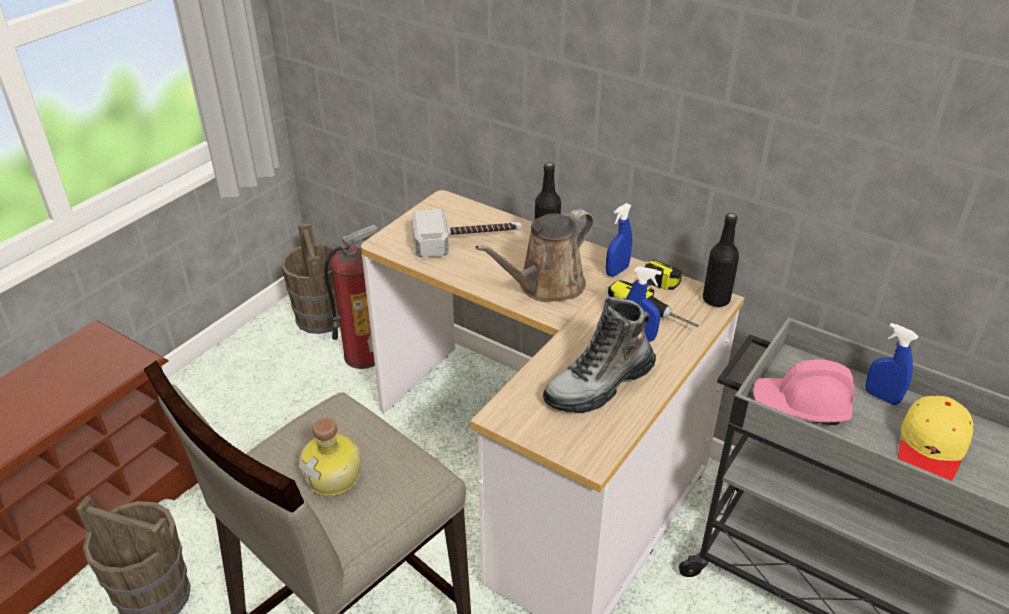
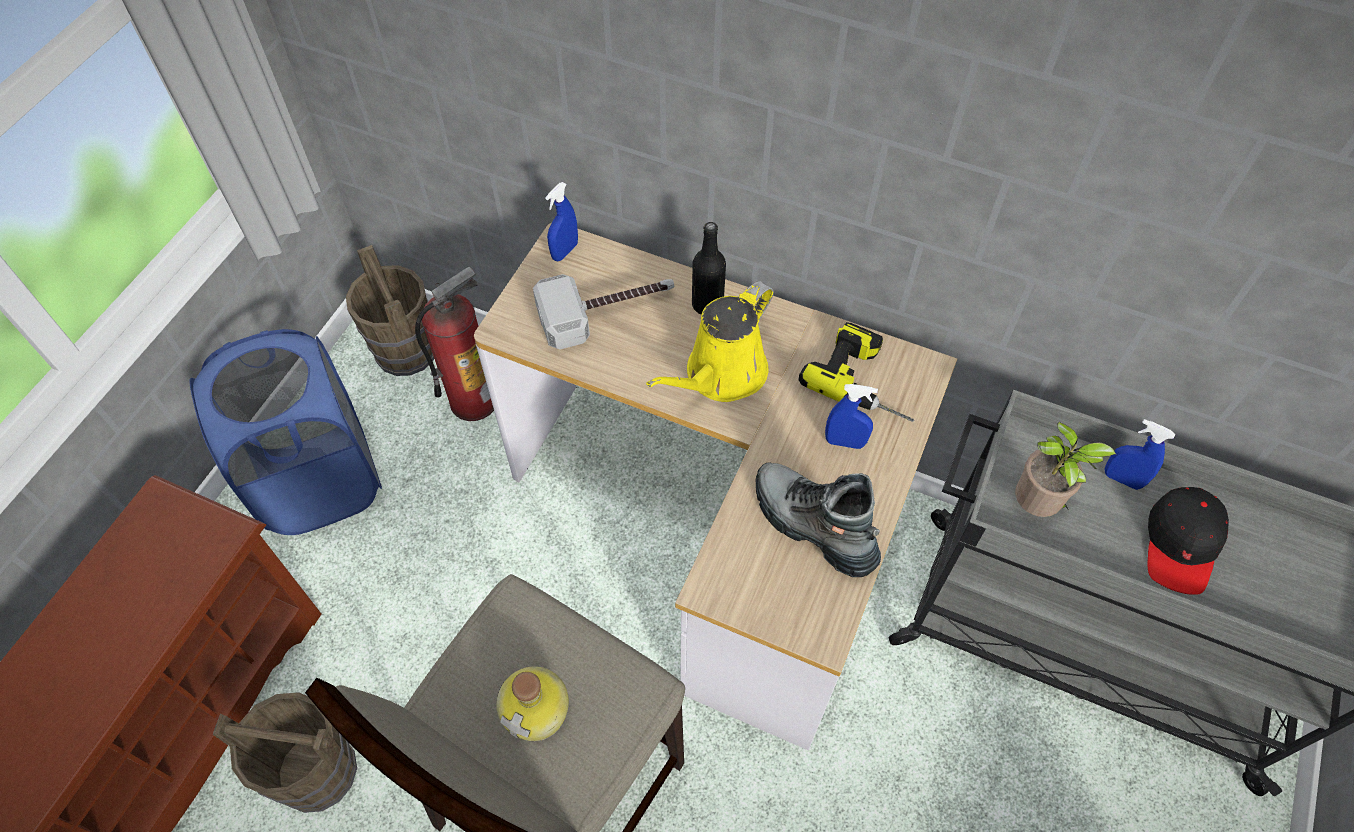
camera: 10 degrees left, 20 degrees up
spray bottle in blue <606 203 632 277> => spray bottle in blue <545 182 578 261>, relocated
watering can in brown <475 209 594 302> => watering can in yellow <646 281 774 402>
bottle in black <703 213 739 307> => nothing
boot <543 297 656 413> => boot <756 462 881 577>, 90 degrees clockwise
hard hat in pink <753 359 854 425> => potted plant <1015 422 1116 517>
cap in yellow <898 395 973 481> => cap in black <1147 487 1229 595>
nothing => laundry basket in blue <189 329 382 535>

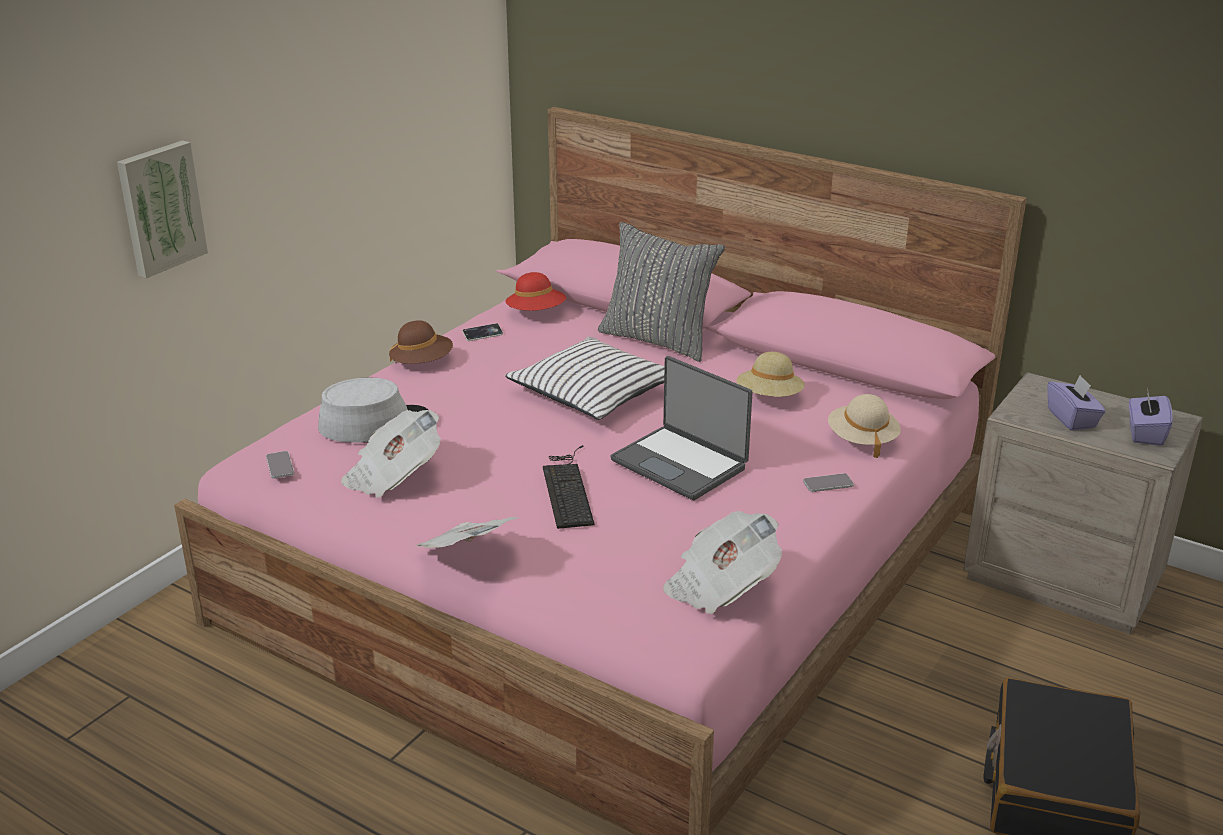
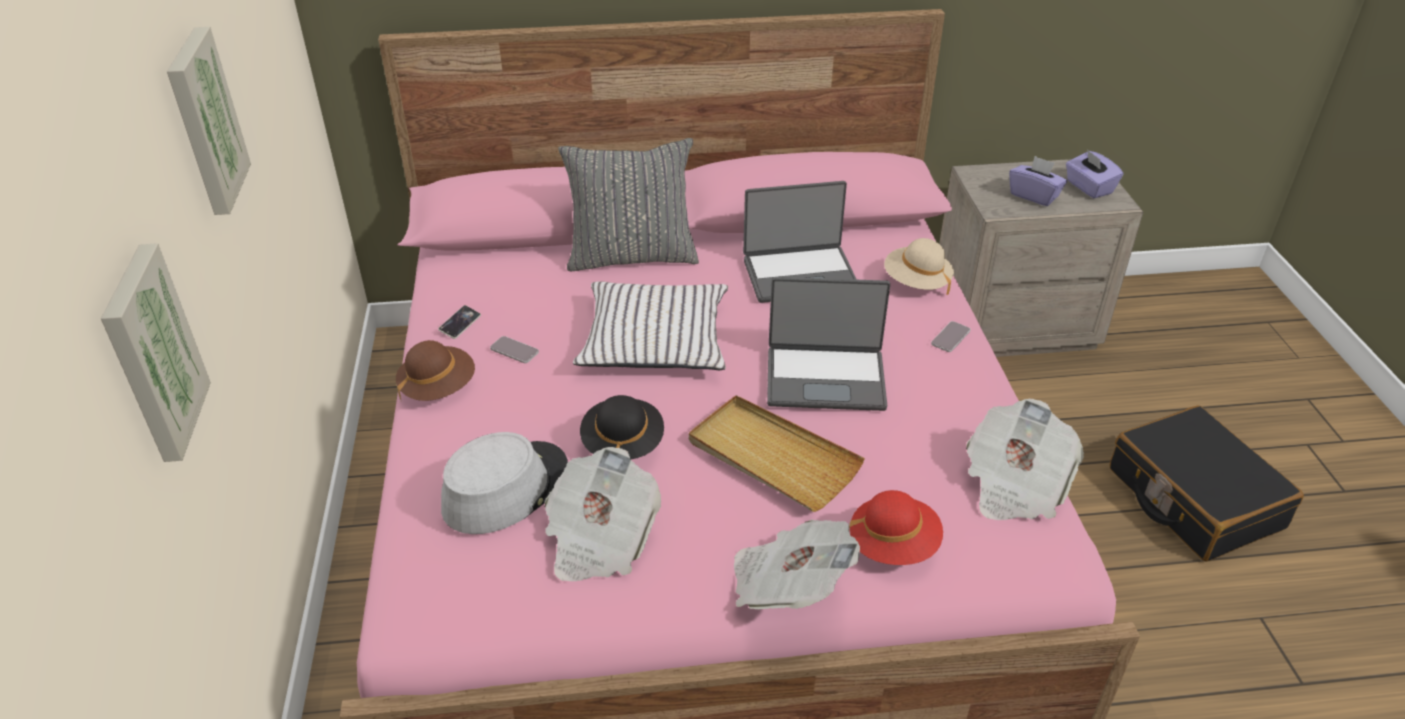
camera: 40 degrees left, 10 degrees up
hat in red <506 272 566 311> => hat in red <849 490 943 565>, relocated
hat in beige <737 352 805 397> => laptop <743 181 857 303>
keyboard <543 445 595 529> => tray in beige <689 395 865 512>
phone <266 451 294 479> => phone <490 336 539 363>, relocated
nothing => picture <167 27 251 215>
nothing => hat in black <580 395 664 459>

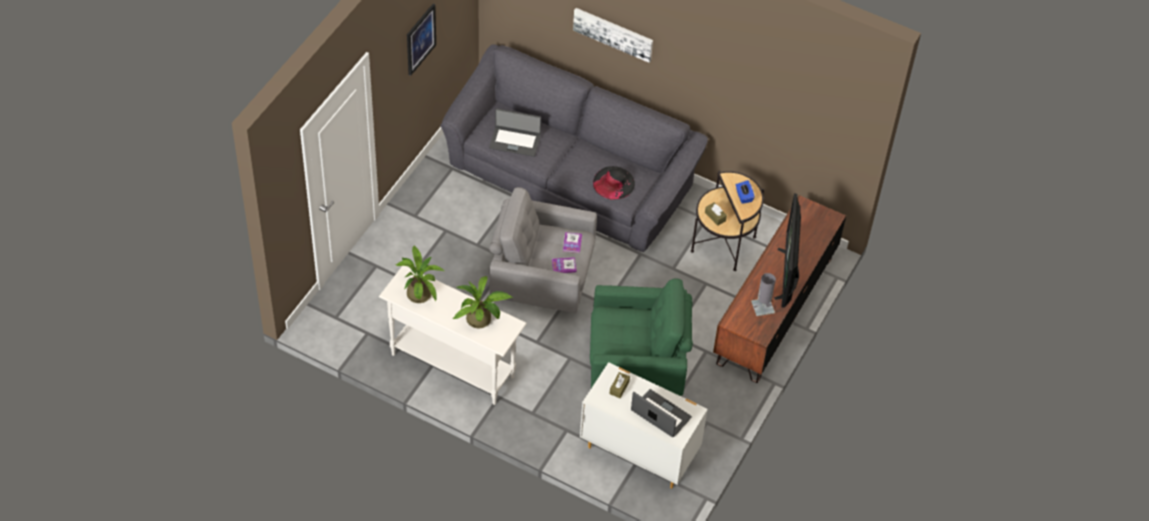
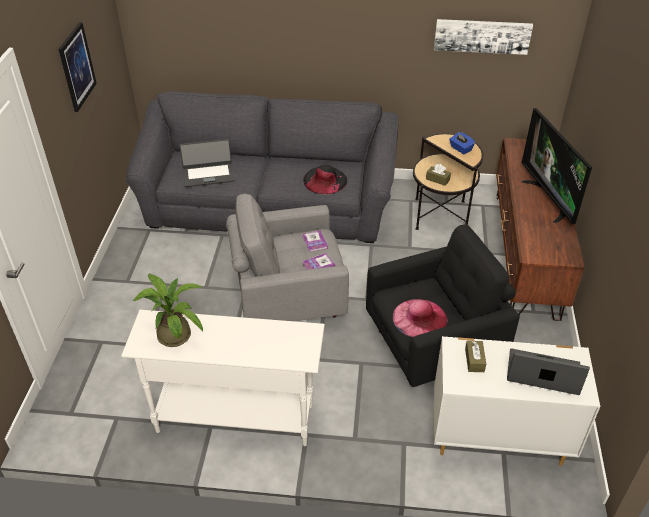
camera: 20 degrees left, 10 degrees down
picture <573 8 653 63> => picture <434 19 533 55>, relocated
table lamp in grey <751 273 776 316> => nothing
potted plant <452 276 513 328> => nothing
armchair in green <590 278 693 396> => armchair in black <366 224 520 387>
nothing => hat in pink <393 299 448 338>

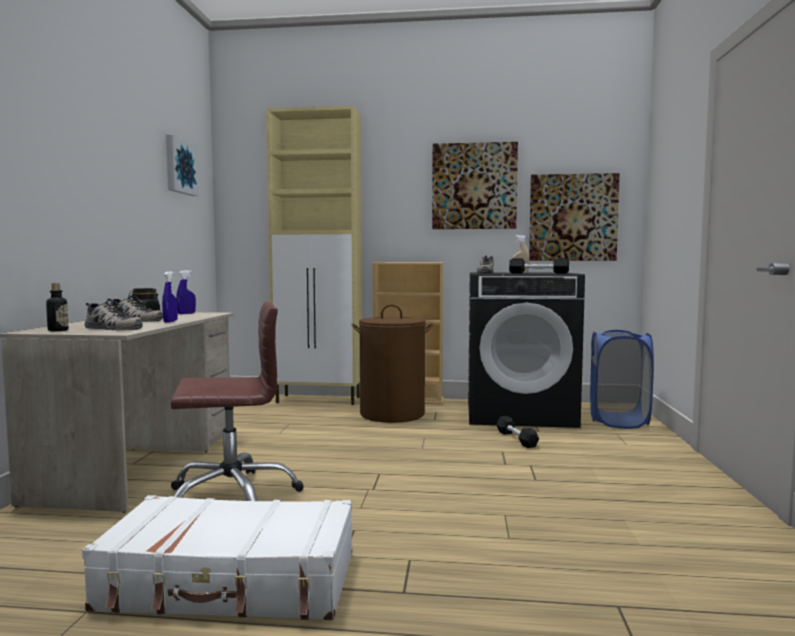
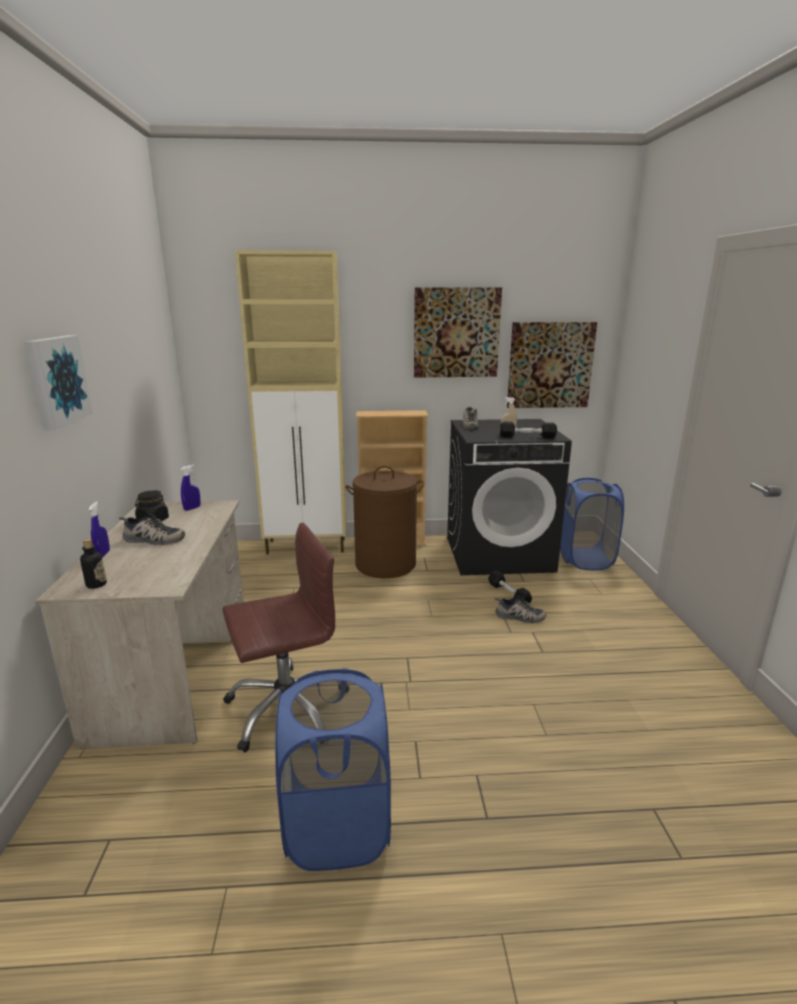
camera: 10 degrees left, 15 degrees up
picture <166 135 199 196> => picture <24 335 93 431>, relocated
spray bottle in blue <162 271 178 323> => spray bottle in blue <89 501 110 558>, relocated
shoe <85 301 142 330> => shoe <495 596 546 623>, relocated
suitcase in white <82 495 352 620> => laundry basket in blue <275 668 391 871>

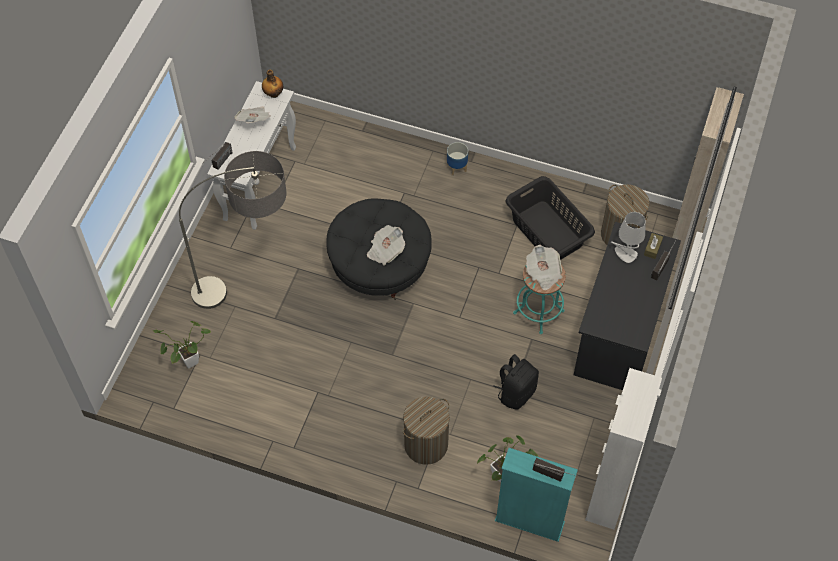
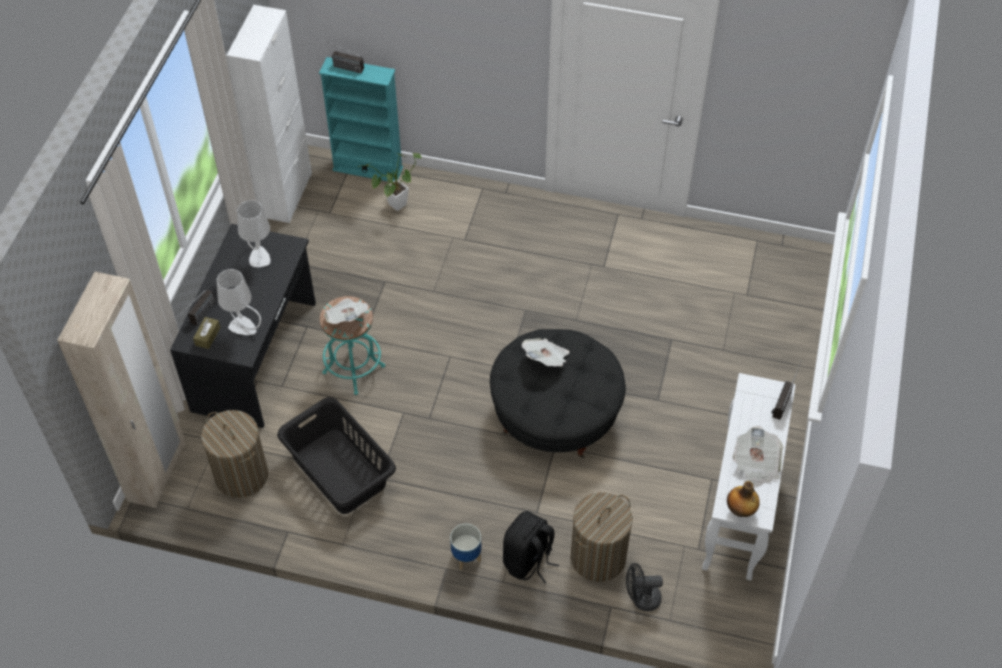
camera: 175 degrees right, 5 degrees down
floor lamp <179 151 287 309> => nothing
potted plant <152 321 211 368> => nothing
backpack in black <493 354 539 410> => backpack in black <503 511 559 584>, relocated
laundry basket <403 396 450 465> => laundry basket <571 492 633 582>, relocated
nothing => table lamp in grey <237 200 271 267>
nothing => fan in black <626 563 663 611>

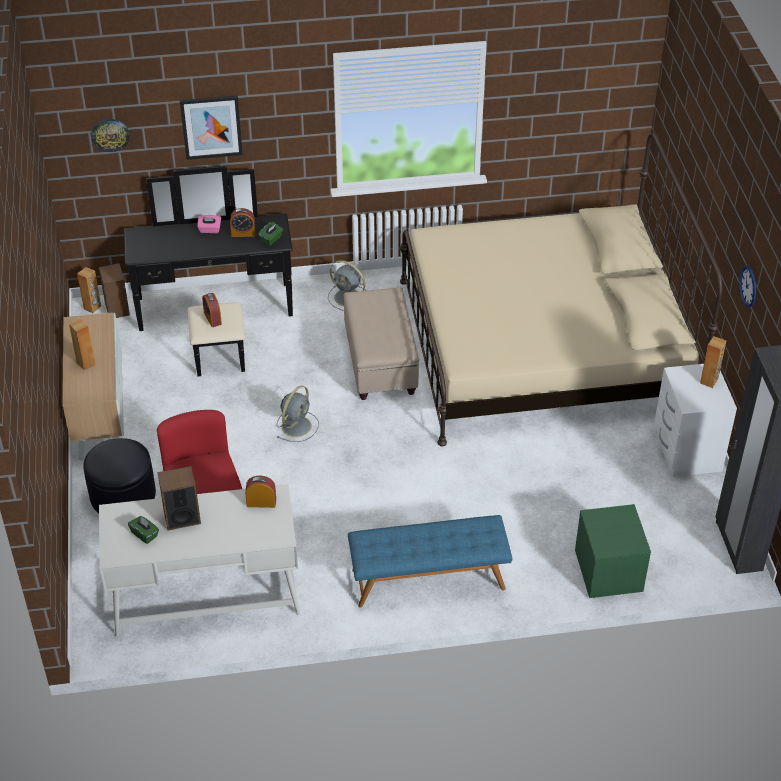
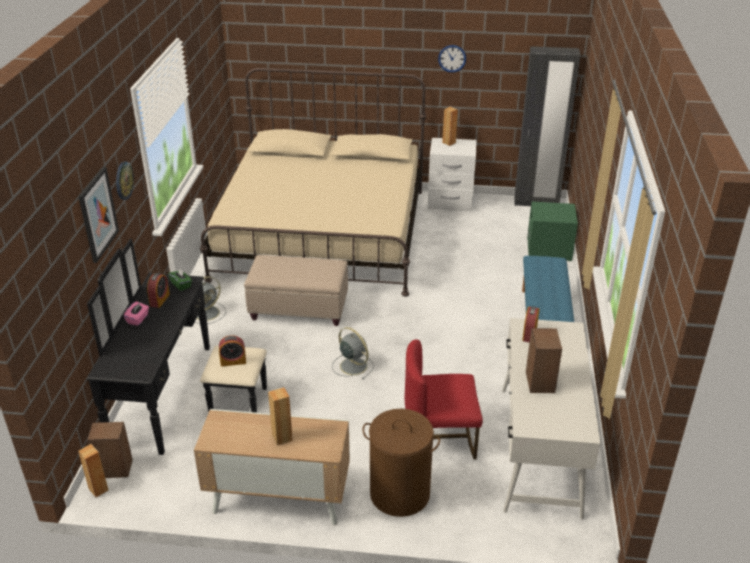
camera: 75 degrees left, 10 degrees down
wall clock <91 119 130 152> => wall clock <116 162 134 200>, relocated
ottoman in black <83 438 156 513> => laundry basket in brown <362 409 440 517>
tissue box in green <128 516 159 544> => nothing

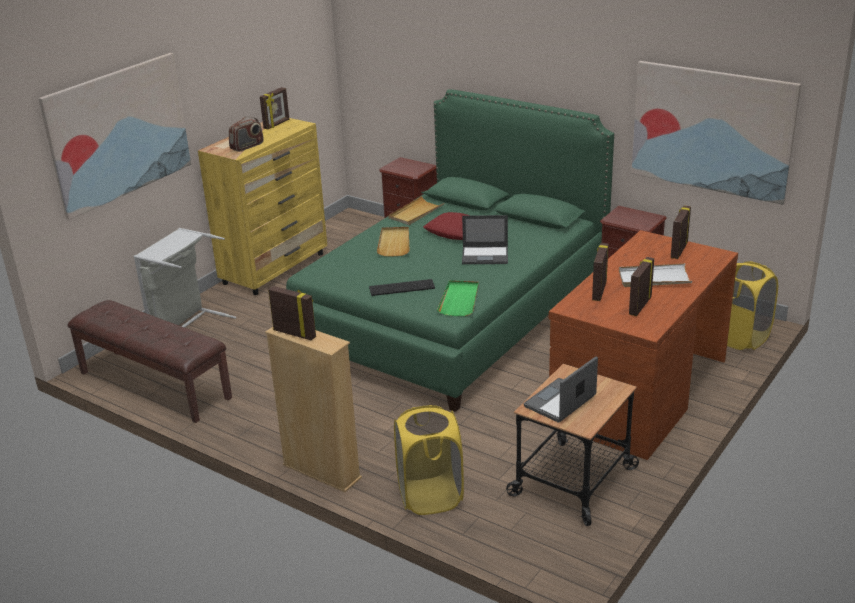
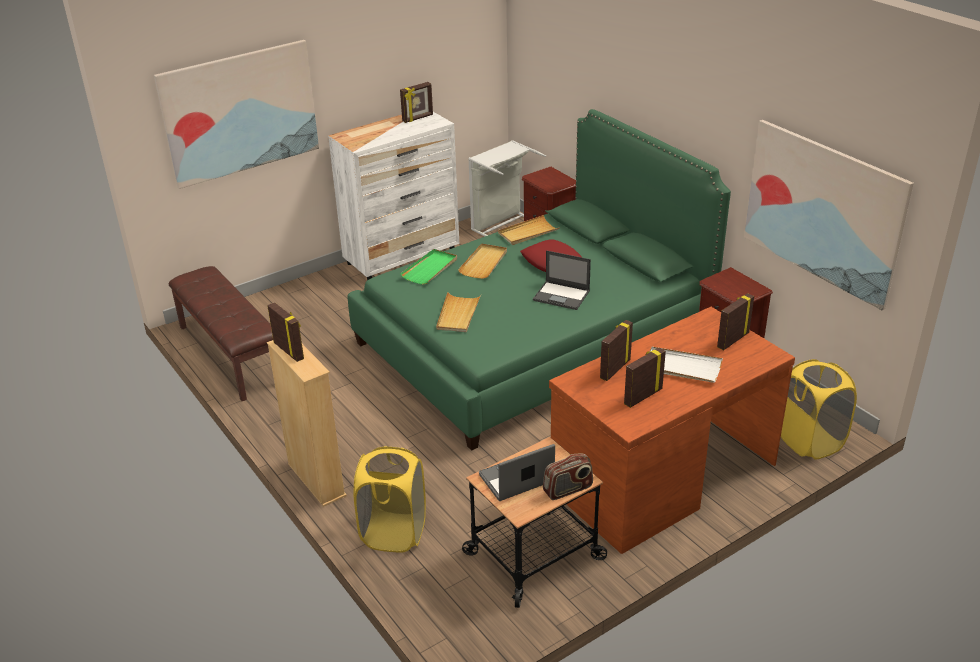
camera: 20 degrees right, 5 degrees up
radio <229 117 264 152> => radio <543 454 593 500>, relocated
dresser in yellow <198 118 327 295> => dresser in white <328 112 459 280>
laundry basket in grey <134 228 236 328> => laundry basket in grey <468 140 546 237>, relocated
keyboard <369 279 435 296> => tray in beige <436 292 481 332>
tray in green <437 280 479 316> => tray in green <400 249 457 284>, relocated

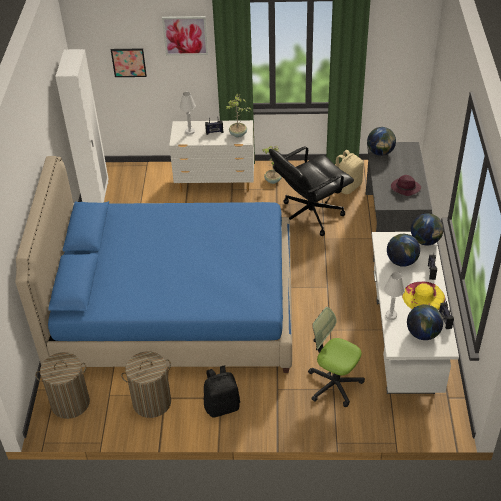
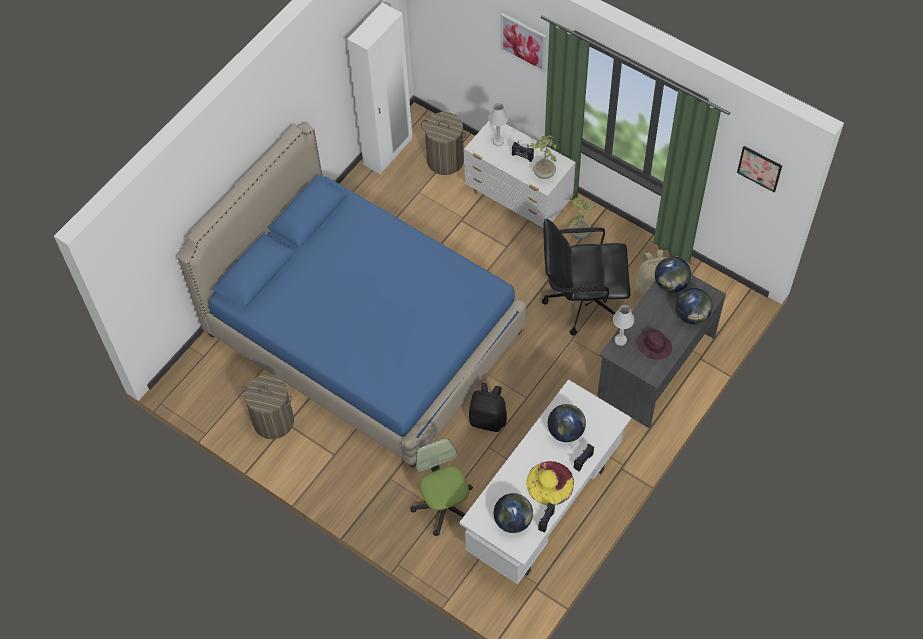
camera: 35 degrees right, 15 degrees up
picture <111 48 147 77> => picture <737 146 782 192>, relocated
globe <411 213 444 245> => globe <676 288 712 325>, relocated
table lamp in white <384 272 405 320> => table lamp in white <613 305 634 346>, relocated
laundry basket <35 352 90 419> => laundry basket <421 112 466 175>, relocated
backpack in black <204 365 240 418> => backpack in black <469 383 507 432>, relocated

